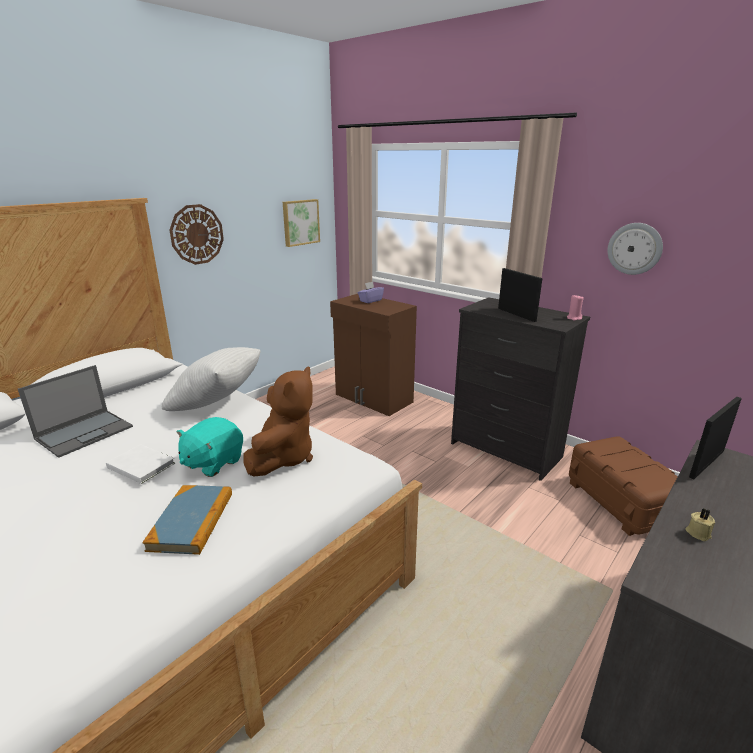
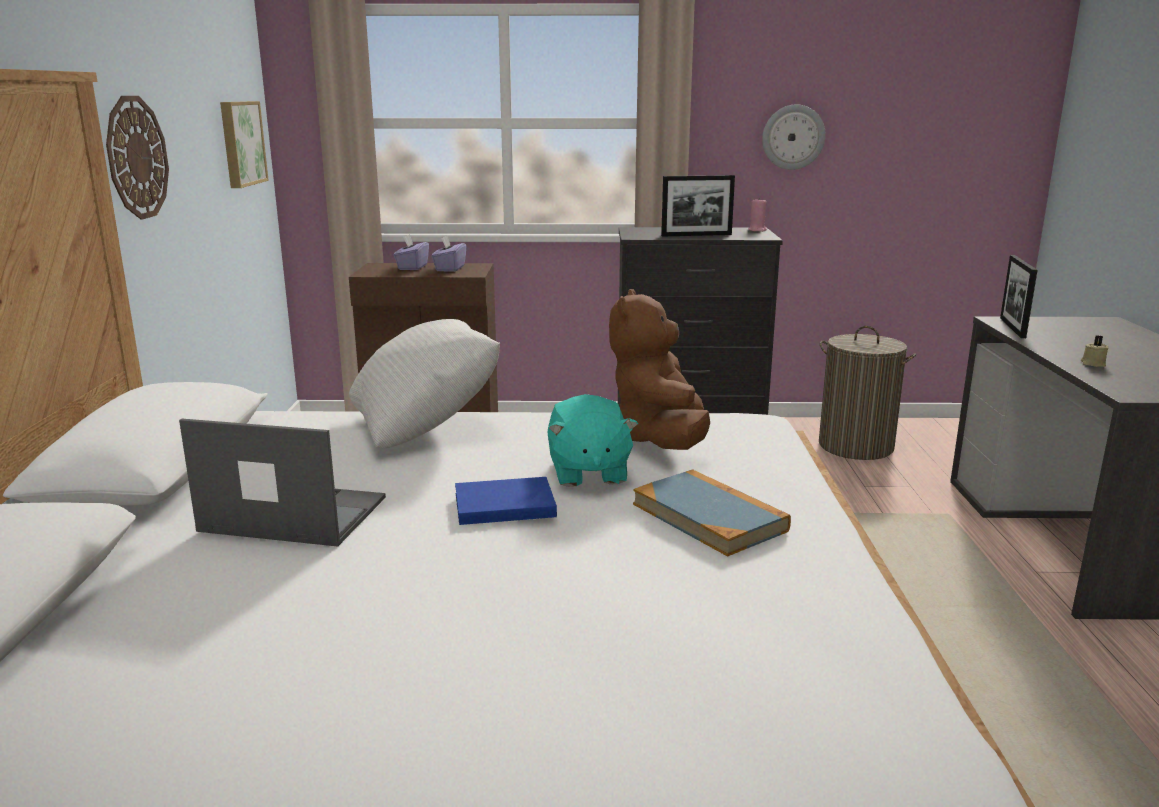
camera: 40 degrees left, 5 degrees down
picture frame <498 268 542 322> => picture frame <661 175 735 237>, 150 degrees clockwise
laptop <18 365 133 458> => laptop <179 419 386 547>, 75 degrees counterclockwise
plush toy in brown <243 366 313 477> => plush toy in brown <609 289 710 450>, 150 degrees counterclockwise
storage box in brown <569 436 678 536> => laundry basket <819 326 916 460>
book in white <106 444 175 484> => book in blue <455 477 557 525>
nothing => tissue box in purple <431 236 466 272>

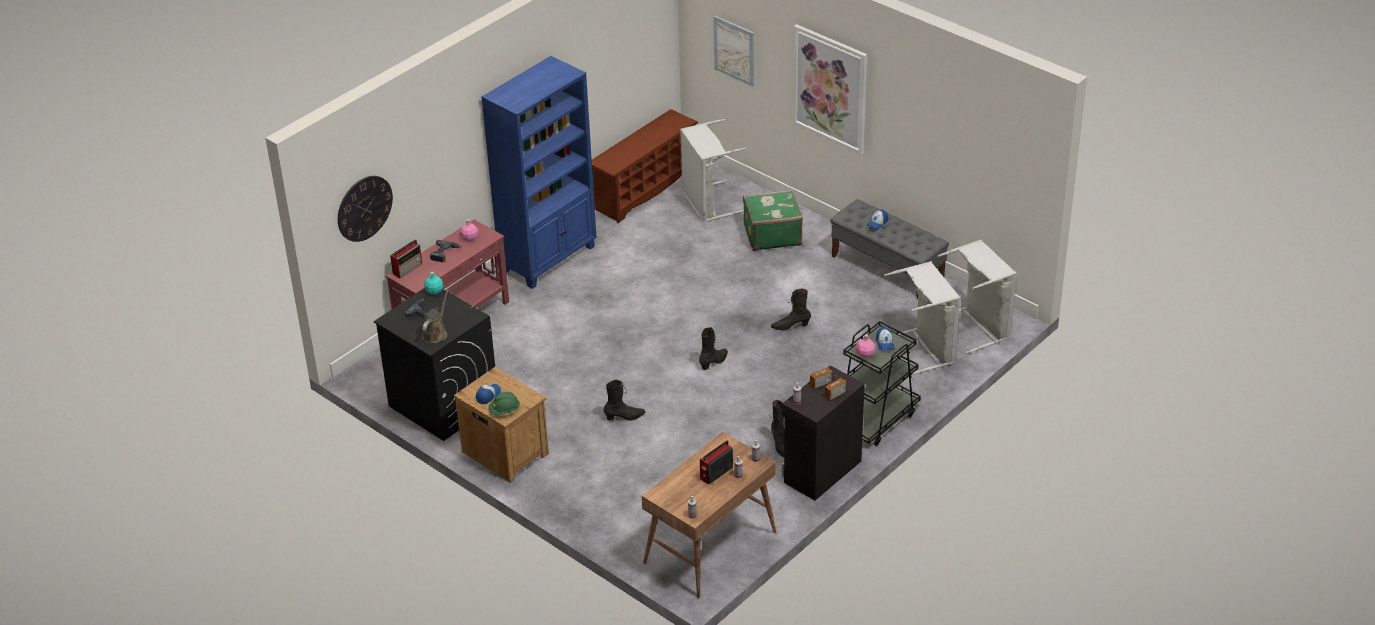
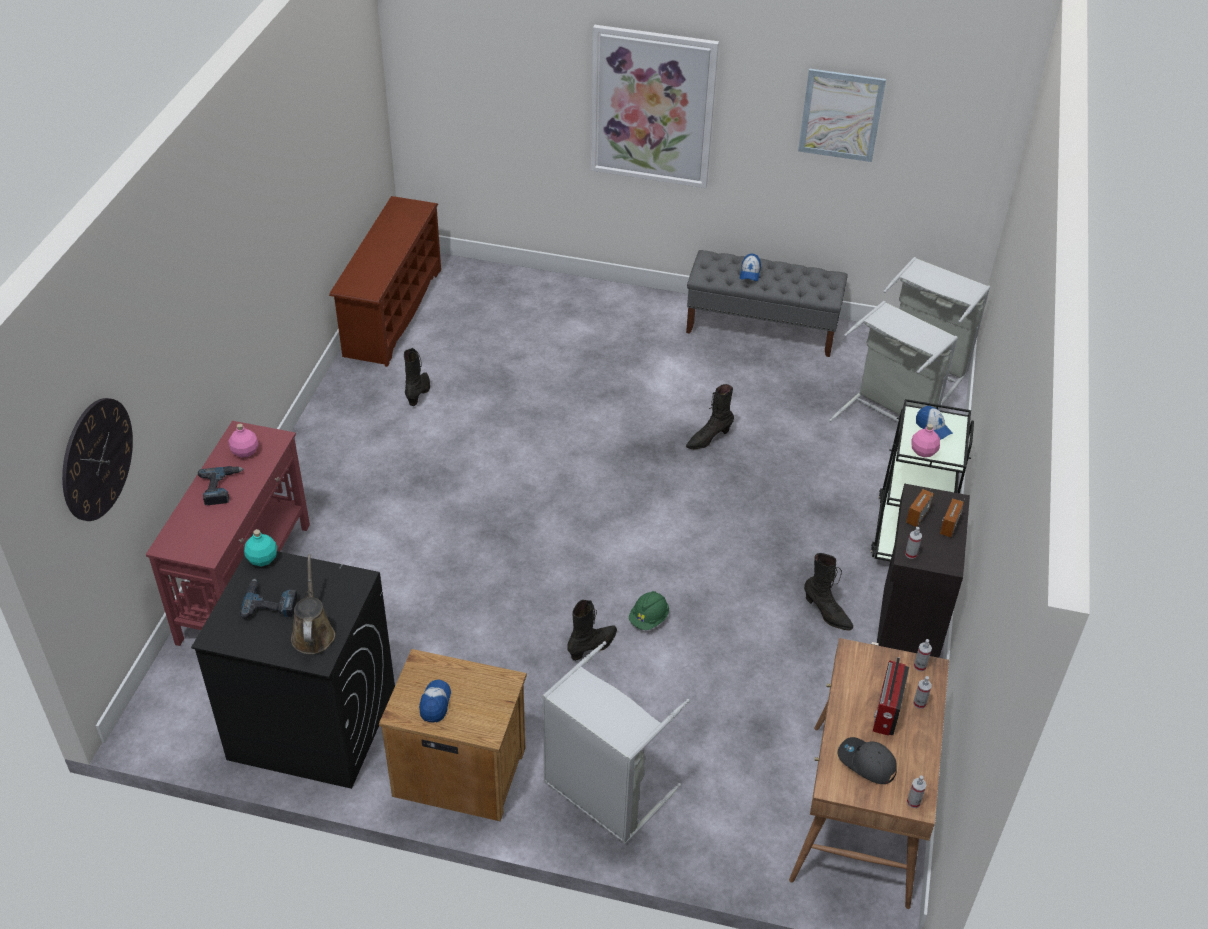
camera: 30 degrees left, 5 degrees up
picture <713 16 754 87> => picture <798 68 886 162>, relocated
bookcase in blue <481 56 597 289> => nothing
laundry basket in grey <680 119 746 222> => laundry basket in grey <542 641 690 844>, relocated
suitcase in green <743 189 803 251> => nothing
radio <390 239 422 278> => nothing
boot in black <699 327 728 370> => boot in black <404 348 430 406>, relocated
hard hat in green <488 392 520 415> => hard hat in green <629 591 669 630>, relocated
nothing => cap in grey <837 737 897 784>

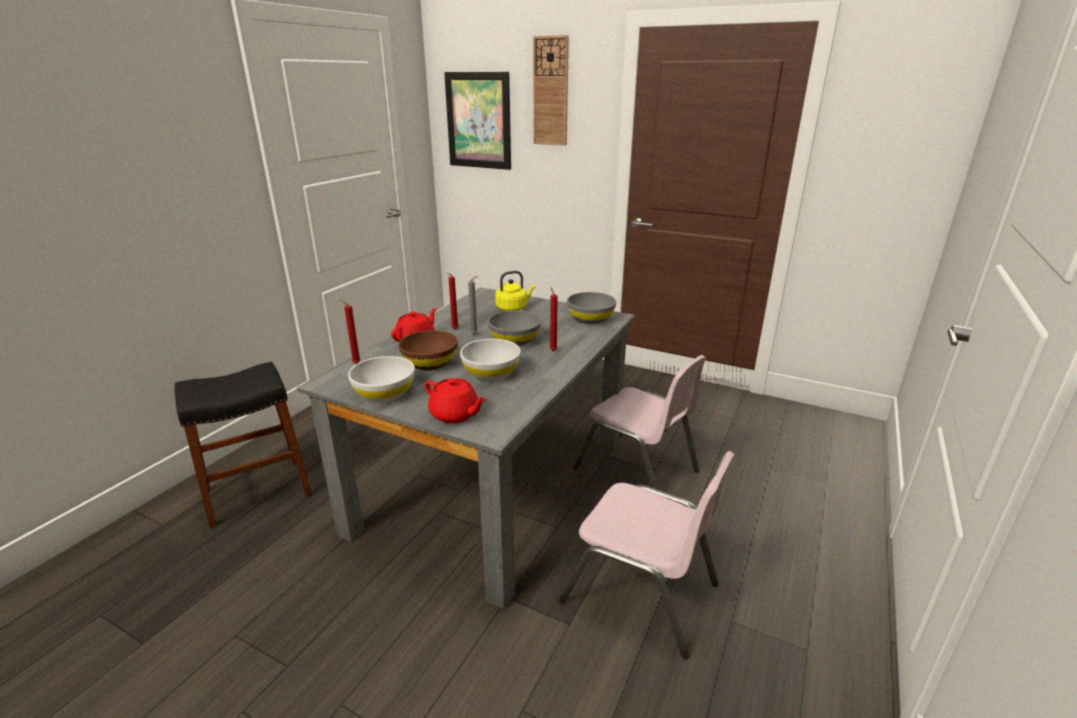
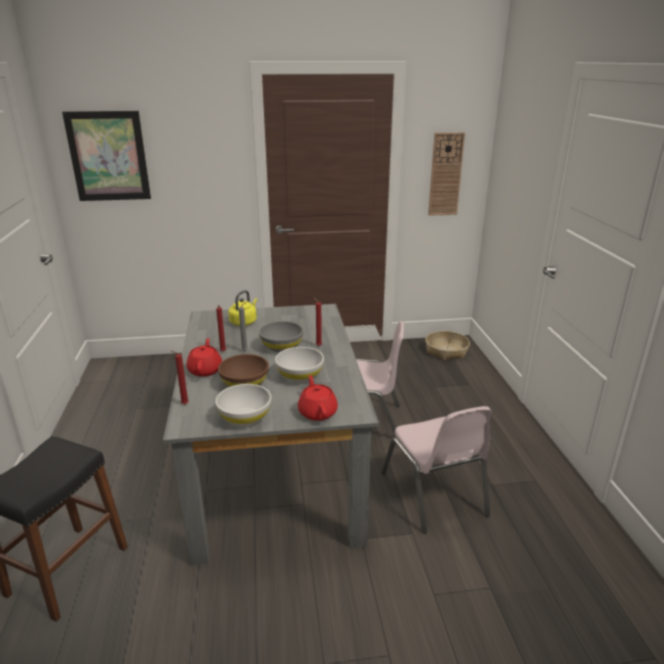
camera: 35 degrees left, 0 degrees up
wall clock <533 35 569 146> => wall clock <428 132 465 216>, relocated
bowl in grey <567 292 616 324> => nothing
teapot in red <425 378 486 423> => teapot in red <298 375 338 421>, 105 degrees counterclockwise
chair in pink <559 451 735 659> => chair in pink <381 406 492 534>, 75 degrees clockwise
nothing => basket <425 331 470 360>

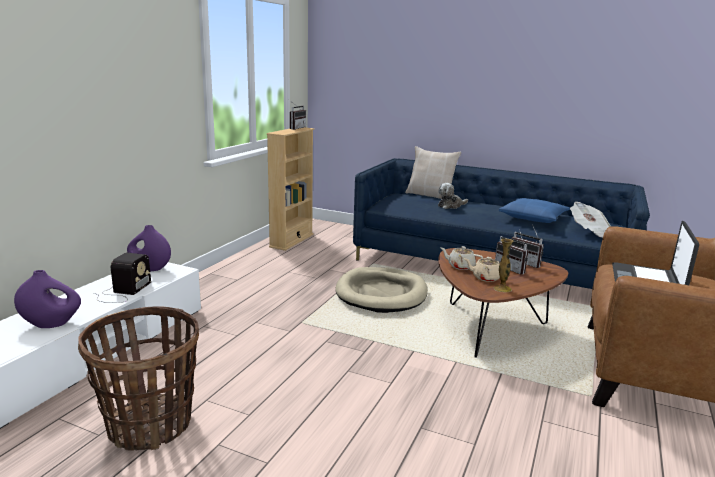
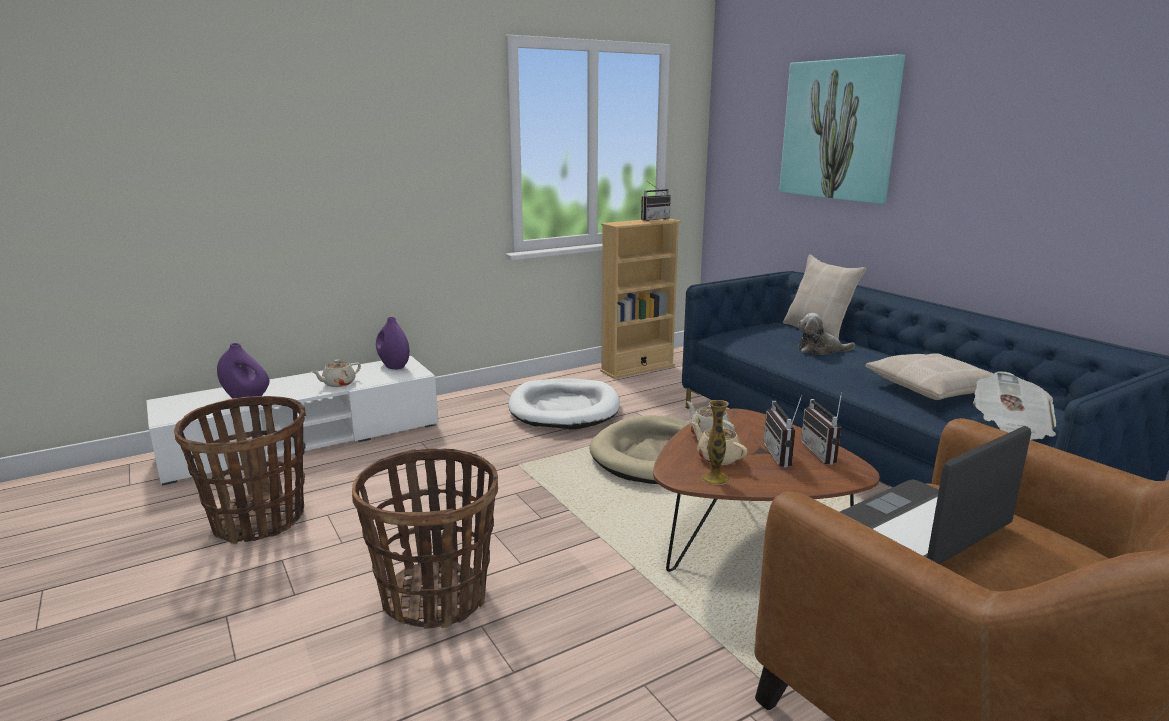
camera: 35 degrees right, 0 degrees up
pillow in blue <499 198 570 223> => pillow in beige <866 353 993 400>
radio <93 253 151 303> => teapot in beige <311 359 361 387>
nothing => picture <779 54 905 204>
nothing => dog bed in white <509 378 620 430>
nothing => basket <352 449 498 629>

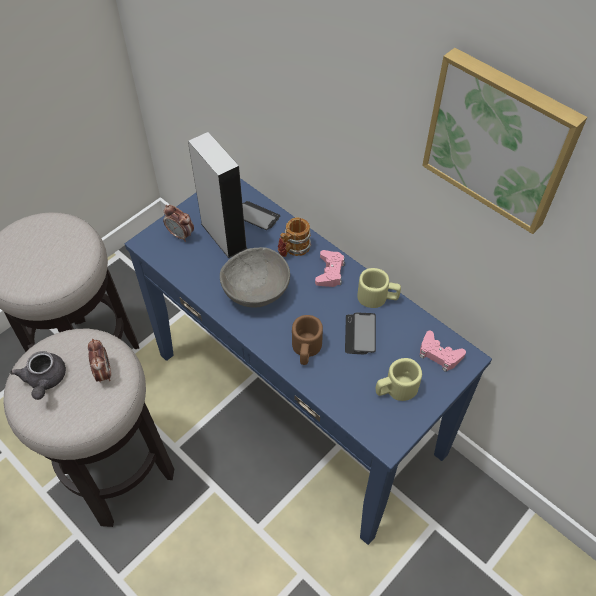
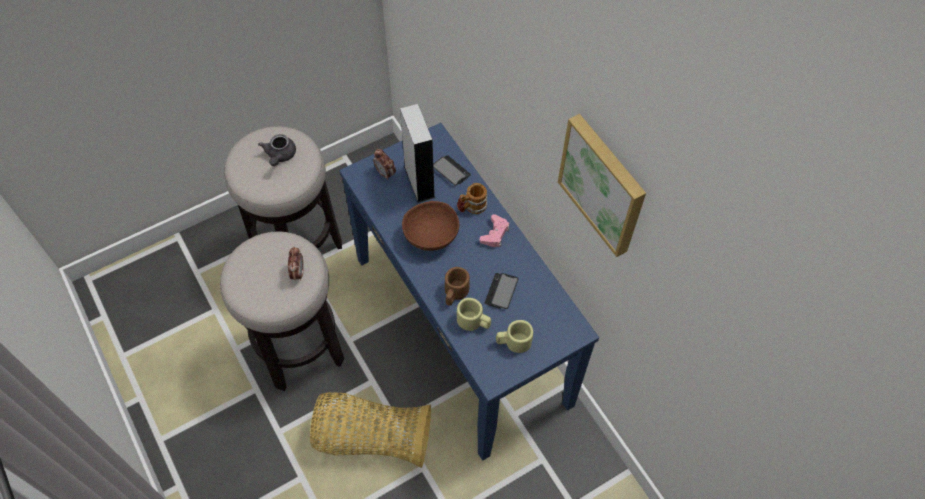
camera: 15 degrees right, 5 degrees up
bowl in grey <220 247 290 308> => bowl in brown <402 201 459 251>
mug in beige <357 268 401 308> => mug in beige <457 298 491 331>, relocated
game controller in pink <419 331 466 372> => nothing
teapot in grey <10 351 66 400> => teapot in grey <258 134 296 166>, relocated
nothing => basket <310 392 431 468>

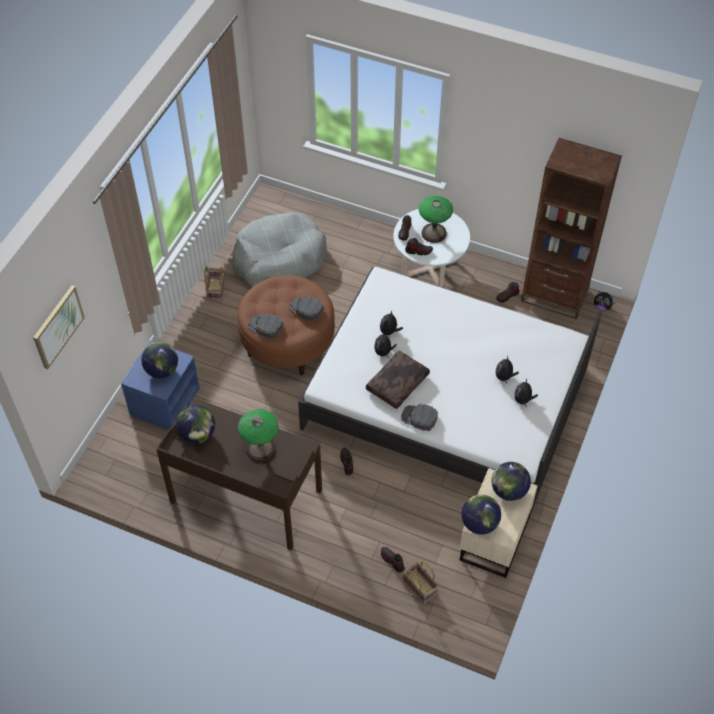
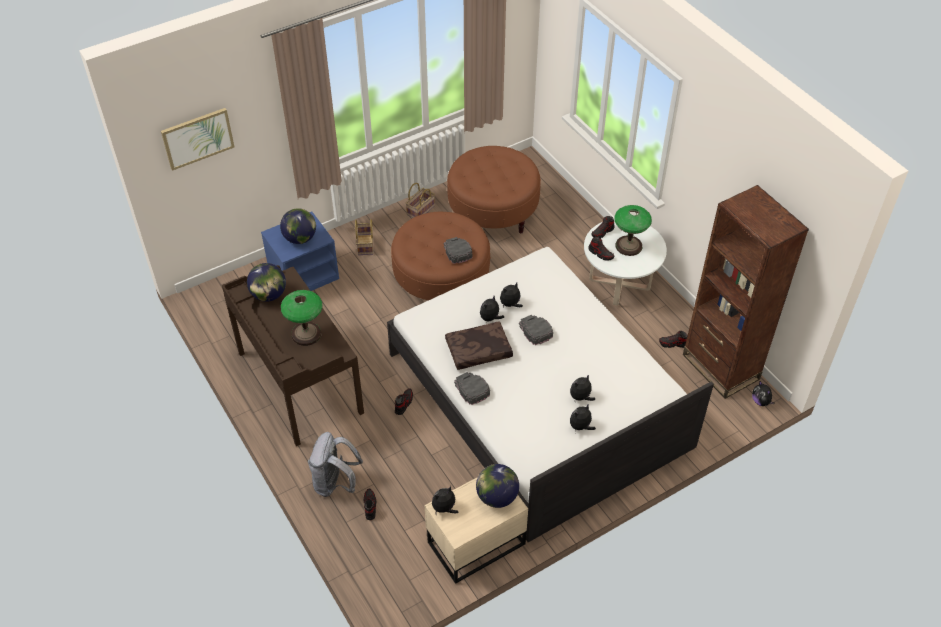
camera: 35 degrees right, 5 degrees down
dog bed in grey <232 212 327 287> => ottoman in brown <447 146 541 233>
cap in black <248 314 283 339> => cap in black <519 315 553 345>, relocated
globe <461 494 501 534> => plush toy <432 486 458 514>
basket <403 561 439 604> => basket <355 219 373 255>, relocated
nothing => backpack in grey <308 432 363 497>

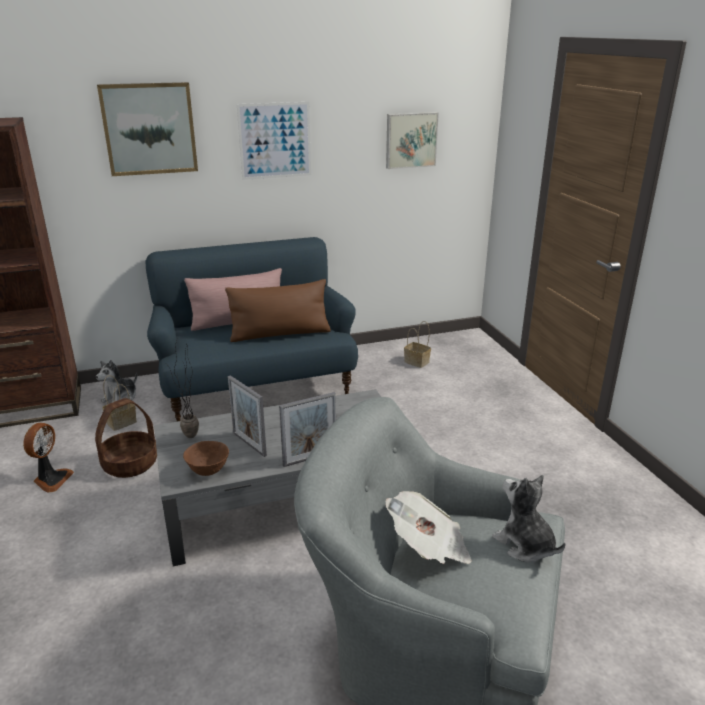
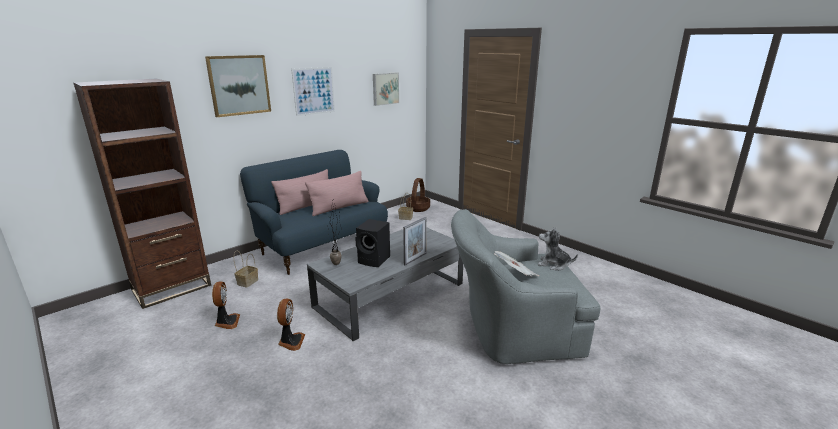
camera: 25 degrees left, 5 degrees down
pillow in brown <225 279 331 342> => pillow in pink <305 171 368 216>
plush toy <96 360 137 403> => nothing
picture frame <228 375 267 457> => speaker in black <355 219 390 267>
basket <95 398 157 478> => basket <406 178 430 212>, relocated
bowl in brown <183 441 229 476> => nothing
nothing => fan <277 299 305 351>

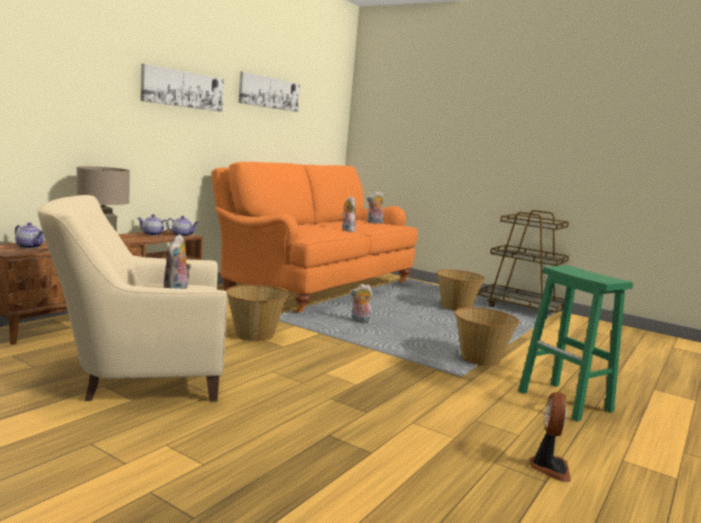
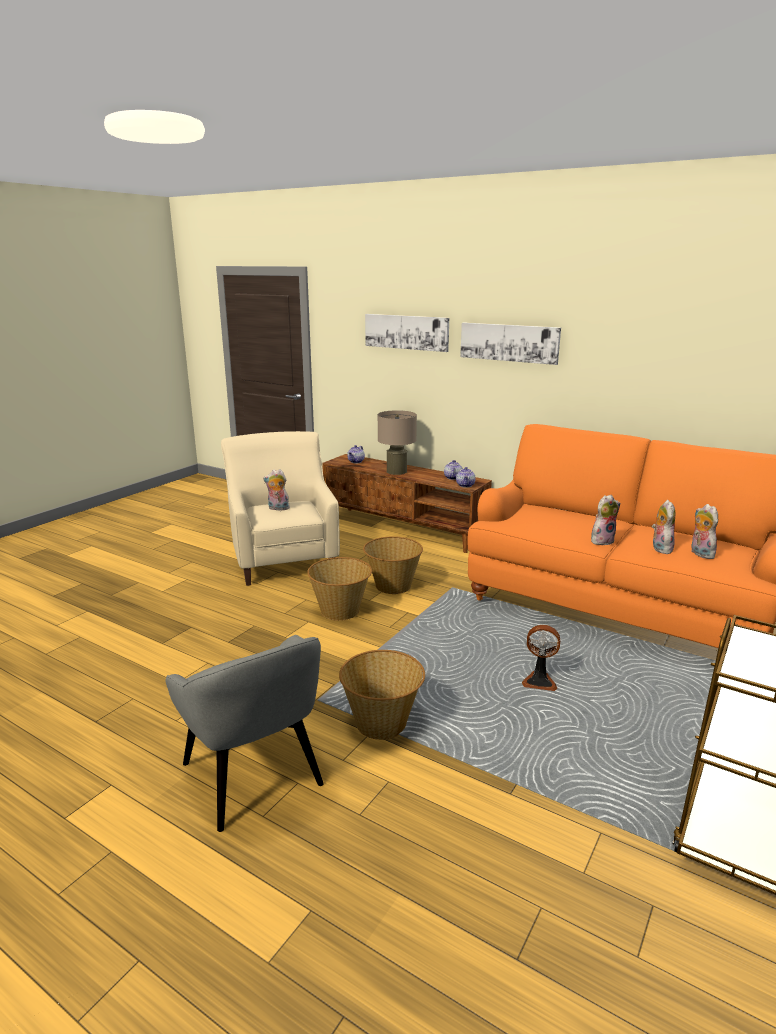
camera: 90 degrees right, 10 degrees up
picture <238 72 300 112> => picture <365 314 449 352>, relocated
stool in green <518 265 633 422> => armchair in grey <165 635 324 832>
basket <436 269 485 311> => basket <307 557 372 621>, relocated
plush toy <350 284 373 324> => plush toy <652 500 675 554>, relocated
fan <530 392 571 482> => fan <522 625 560 691>, relocated

